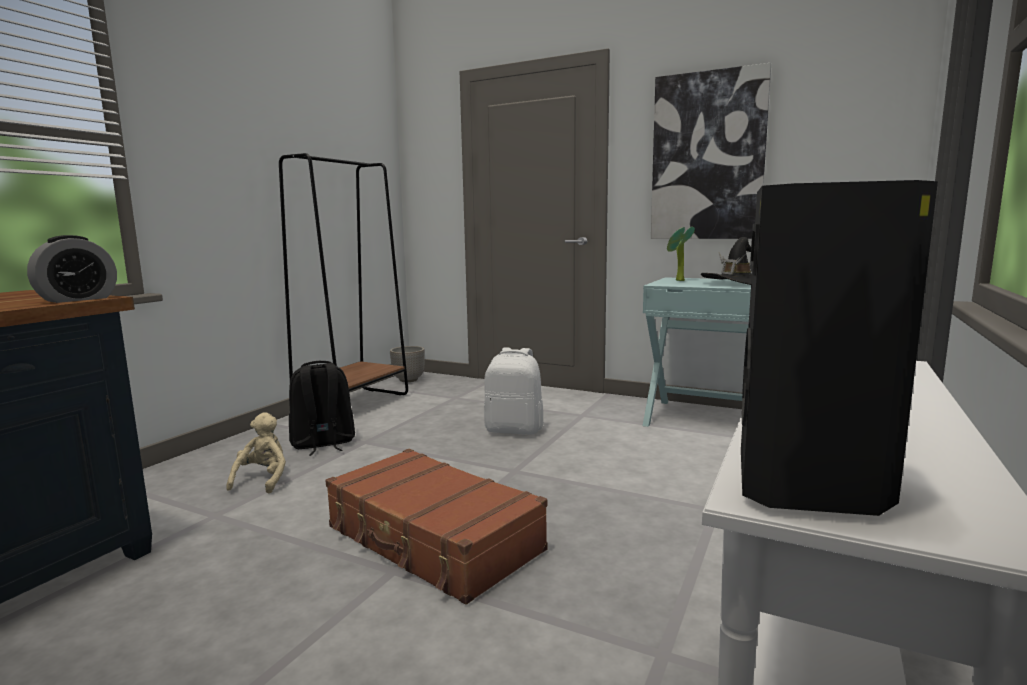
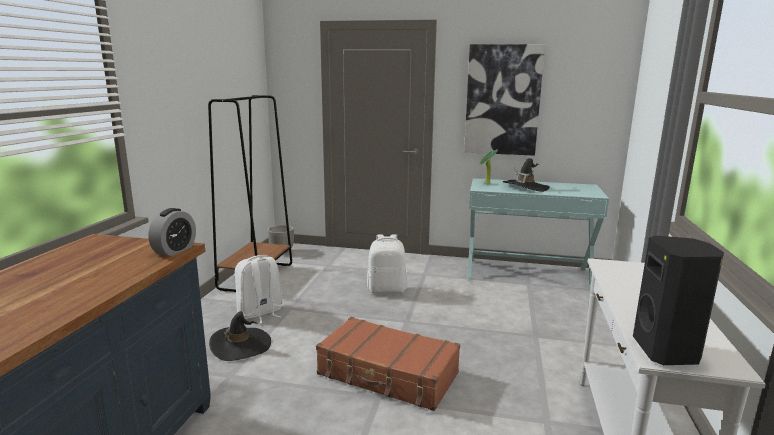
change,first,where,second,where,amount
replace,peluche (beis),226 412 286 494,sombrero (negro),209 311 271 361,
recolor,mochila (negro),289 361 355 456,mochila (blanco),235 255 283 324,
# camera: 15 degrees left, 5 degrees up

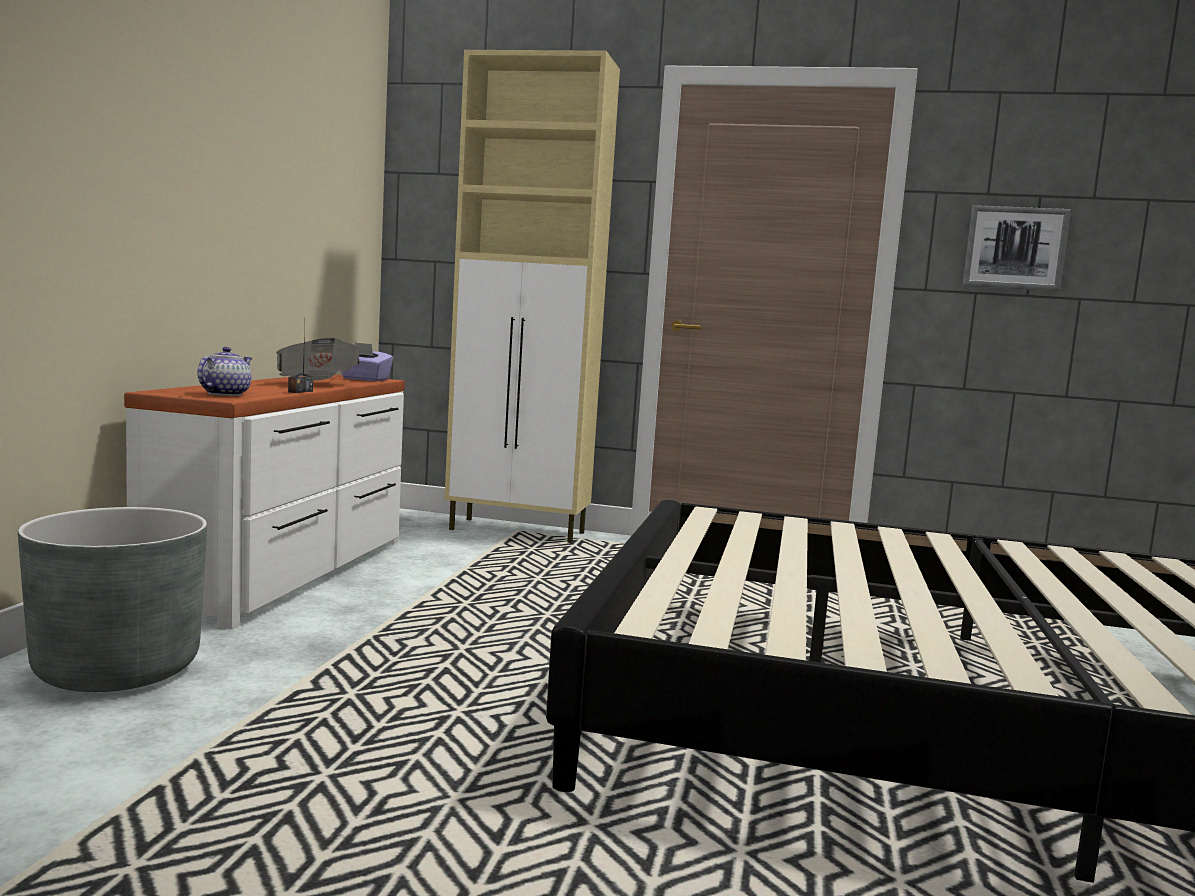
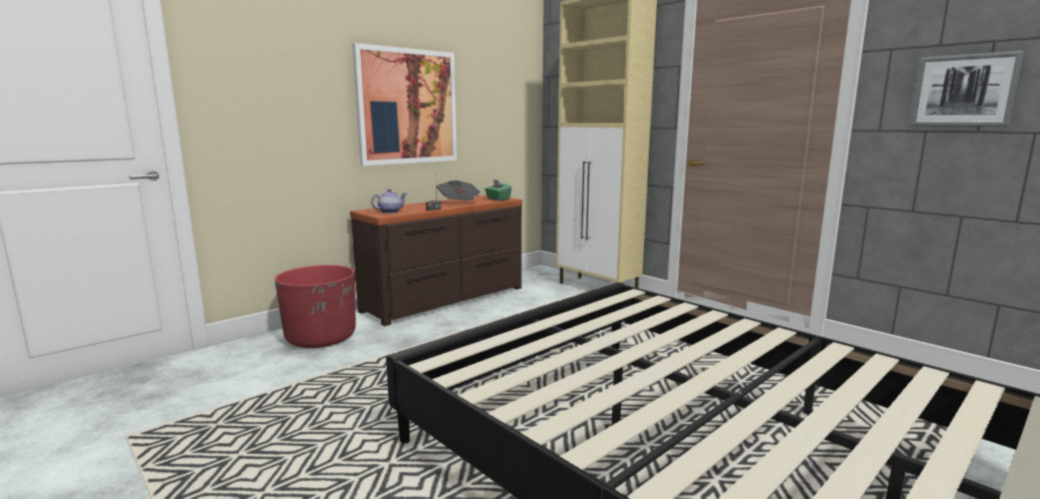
change,first,where,second,where,amount
recolor,maceta (gris),18 507 207 692,maceta (rojo),275 265 356 348,
recolor,cómoda (blanco),124 374 405 629,cómoda (marrón),350 195 522 326,
recolor,caja de pañuelos (morado),341 342 393 381,caja de pañuelos (verde),485 179 512 201,
insert,,,cuadro,352 43 457 166,
# camera: 35 degrees right, 5 degrees up

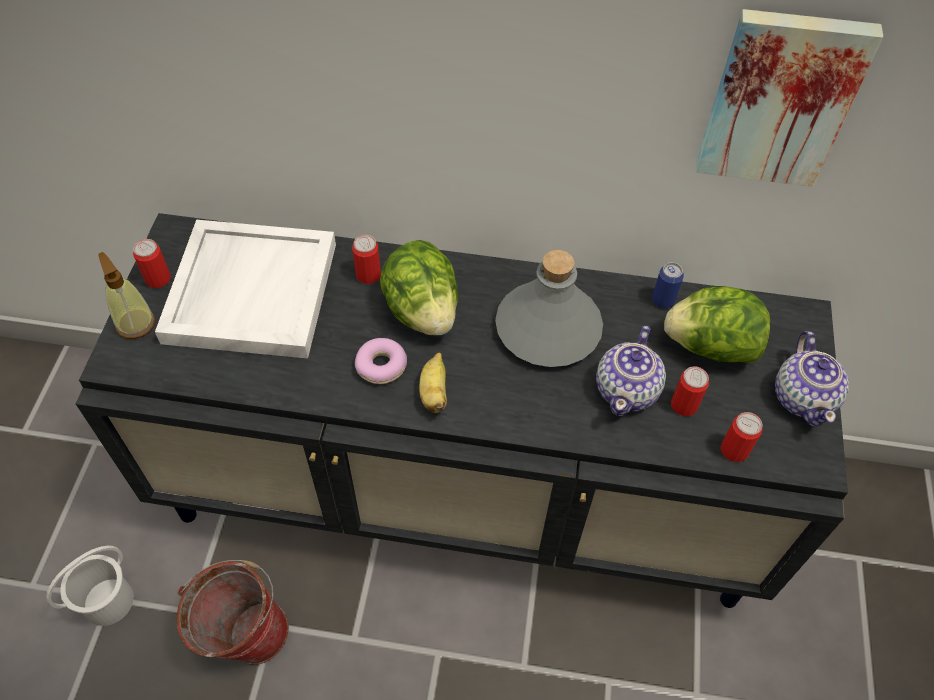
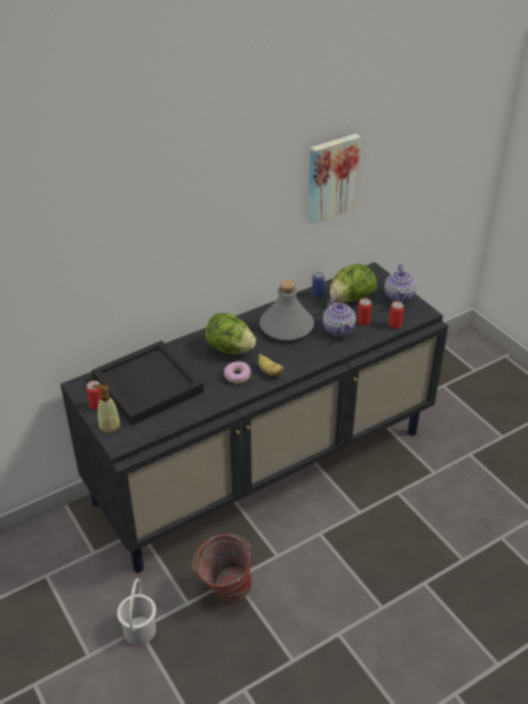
change,first,where,second,where,amount
recolor,bandeja (blanco),155 220 336 359,bandeja (negro),91 340 204 425,
delete,lata,352 235 381 284,,,
rotate,tetera,775 331 849 427,,384 265 416 302,45 degrees clockwise
# camera: 40 degrees left, 15 degrees down

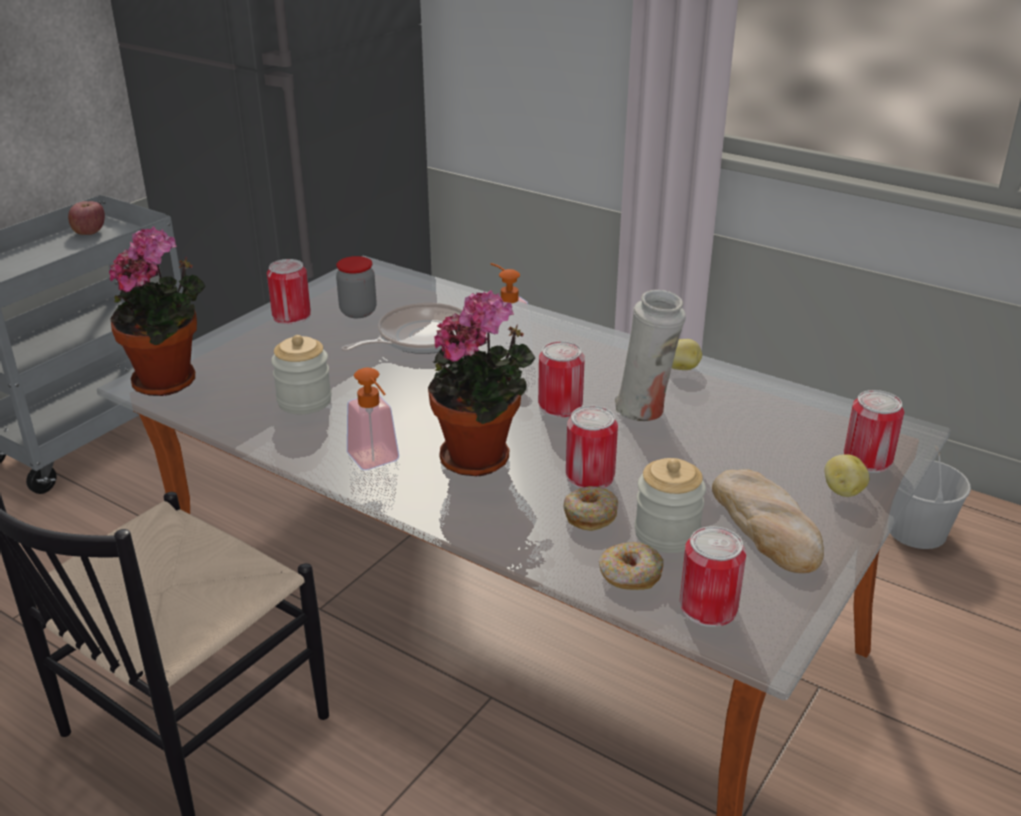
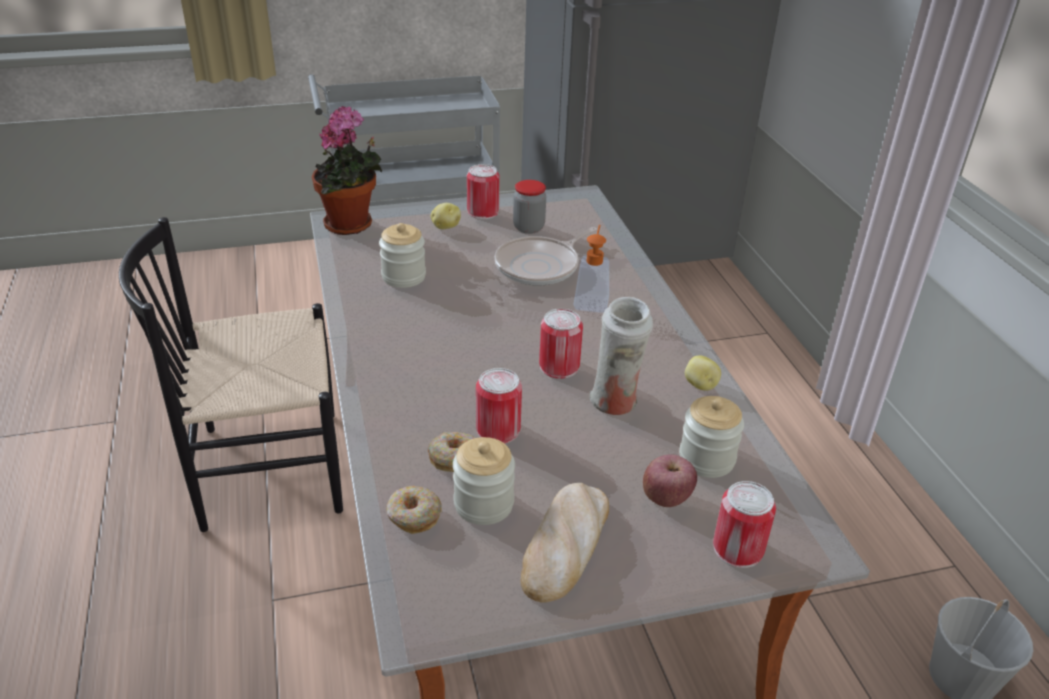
change,first,where,second,where,amount
move,manzana,68 201 105 235,,643 455 697 507,
rotate,sartén,341 303 467 354,,495 227 597 285,135 degrees clockwise
delete,dispensador de jabón,347 368 399 470,,,
delete,planta en maceta,428 290 535 476,,,
delete,lata,680 526 746 627,,,
move,patata,824 454 869 497,,431 203 461 229,
insert,,,tarro,679 396 744 478,
# camera: 40 degrees right, 5 degrees up

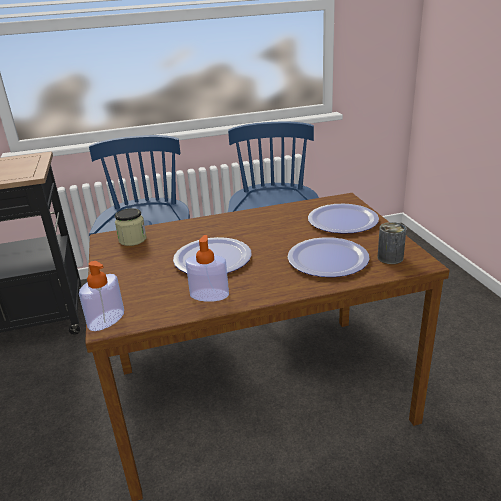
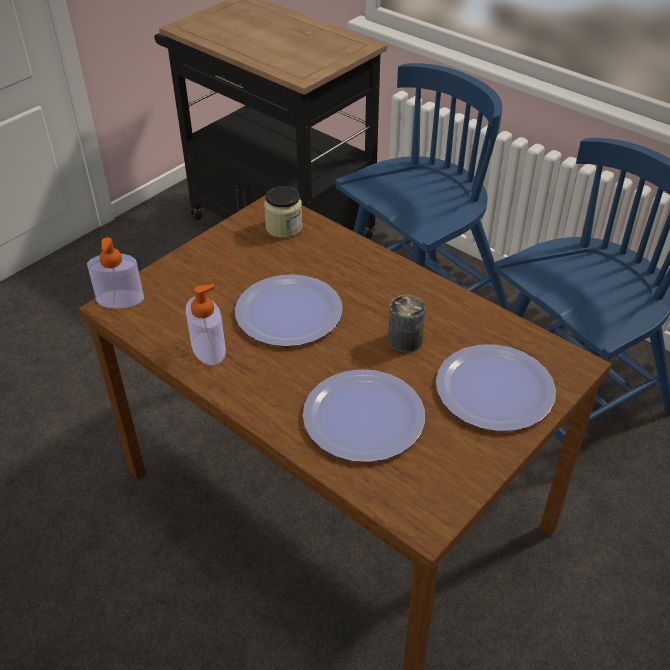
change,first,where,second,where,amount
move,lata,377 222 406 264,,388 295 426 353,
# camera: 55 degrees right, 15 degrees up

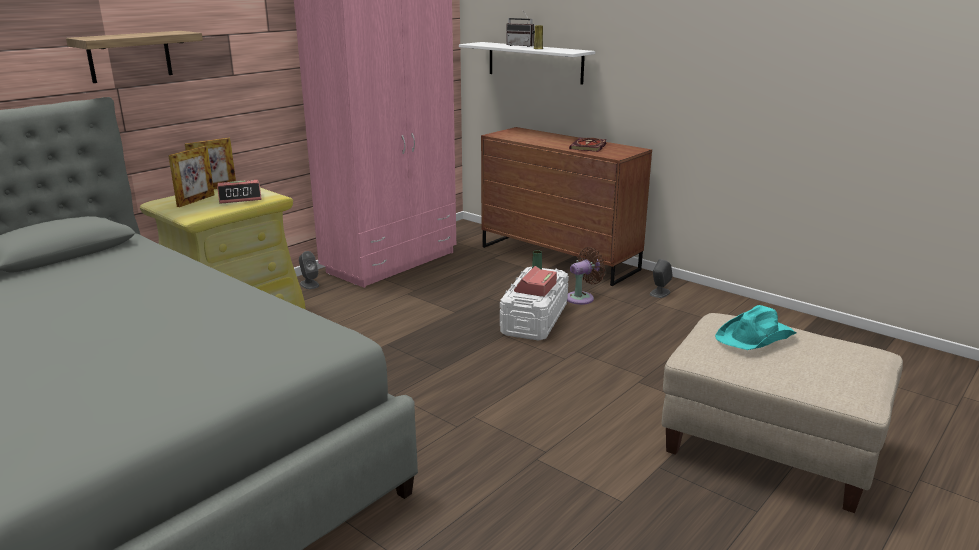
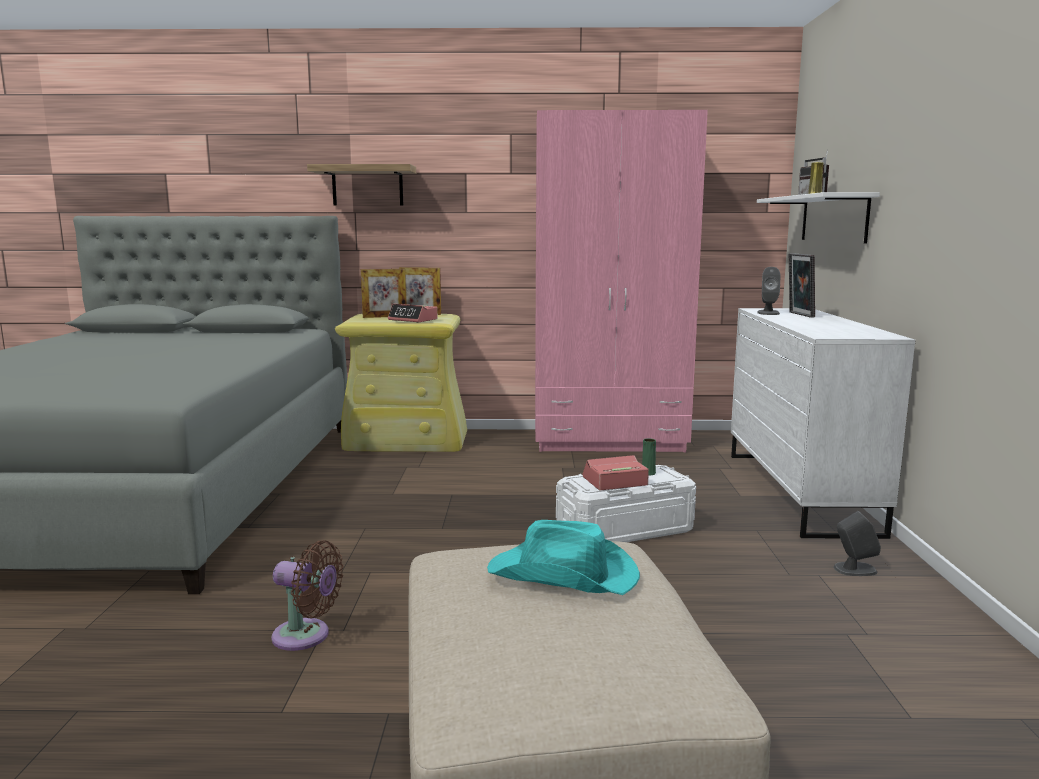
change,first,where,second,where,amount
move,altavoz (gris),299 251 319 289,,757 267 781 315,
recolor,cómoda (marrón),481 127 652 286,cómoda (blanco),731 308 915 539,
move,ventilador (marrón),567 247 606 305,,271 541 343 651,
delete,libro,569 137 607 152,,,
insert,,,portarretratos,789 253 815 318,
# camera: 50 degrees right, 10 degrees down

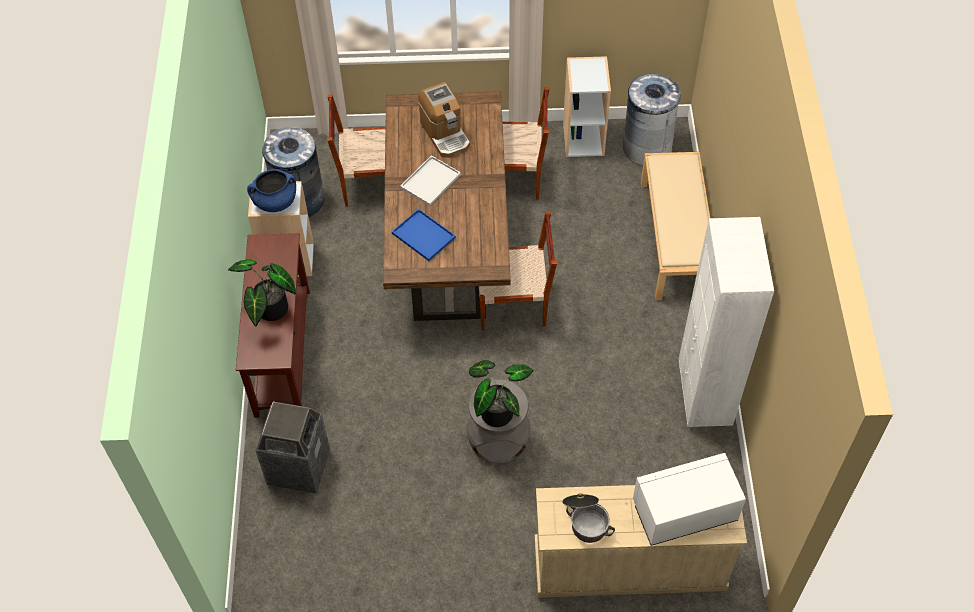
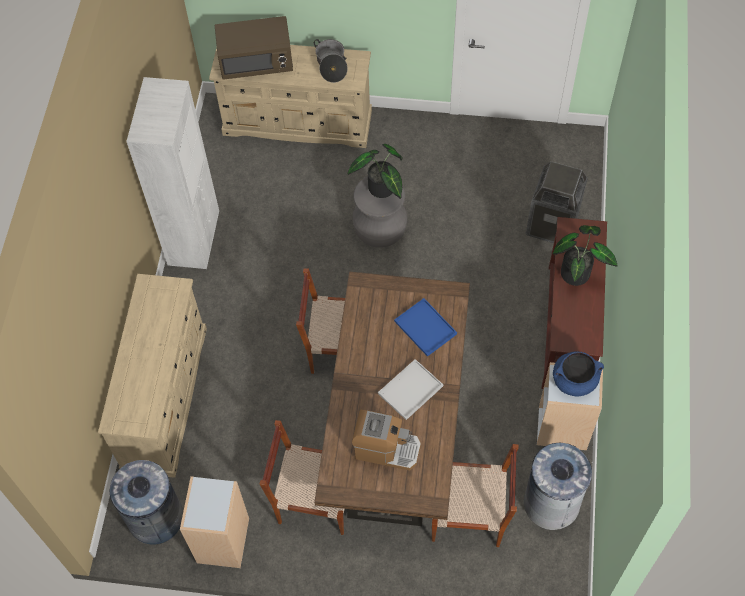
change,first,where,second,where,amount
rotate,cafetera,418 82 470 158,,352 410 421 471,120 degrees clockwise
recolor,microondas (blanco),633 453 746 546,microondas (marrón),215 16 293 80,
replace,banco (beis),641 152 710 300,cómoda (beis),98 274 207 478,
# camera: 170 degrees left, 5 degrees up

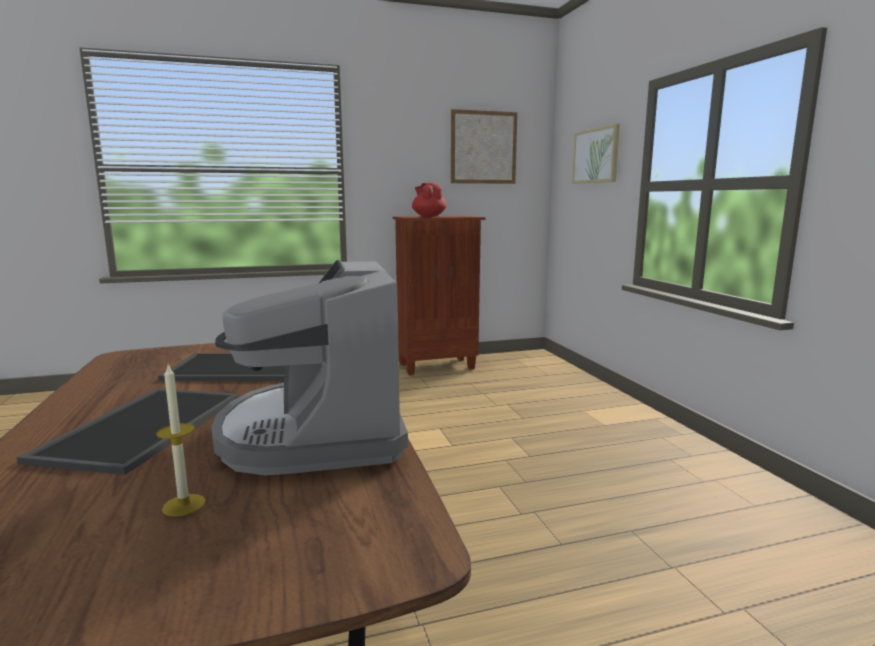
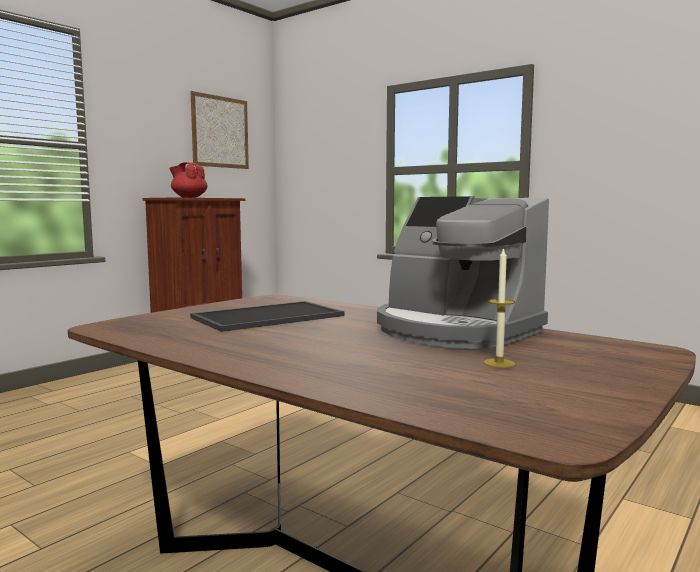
change,first,where,second,where,amount
delete,bandeja,17 389 238 475,,,
delete,cuadro,572 124 620 184,,,
# camera: 35 degrees left, 5 degrees down

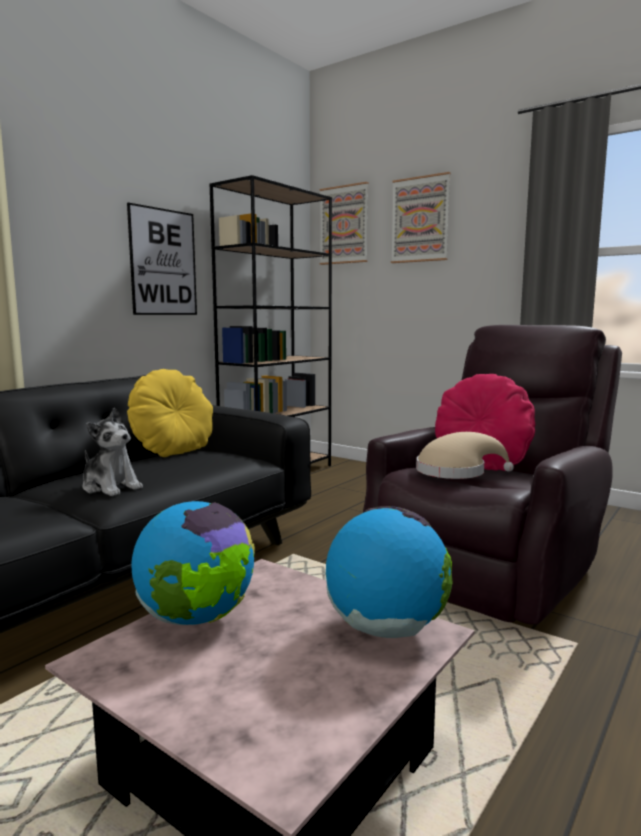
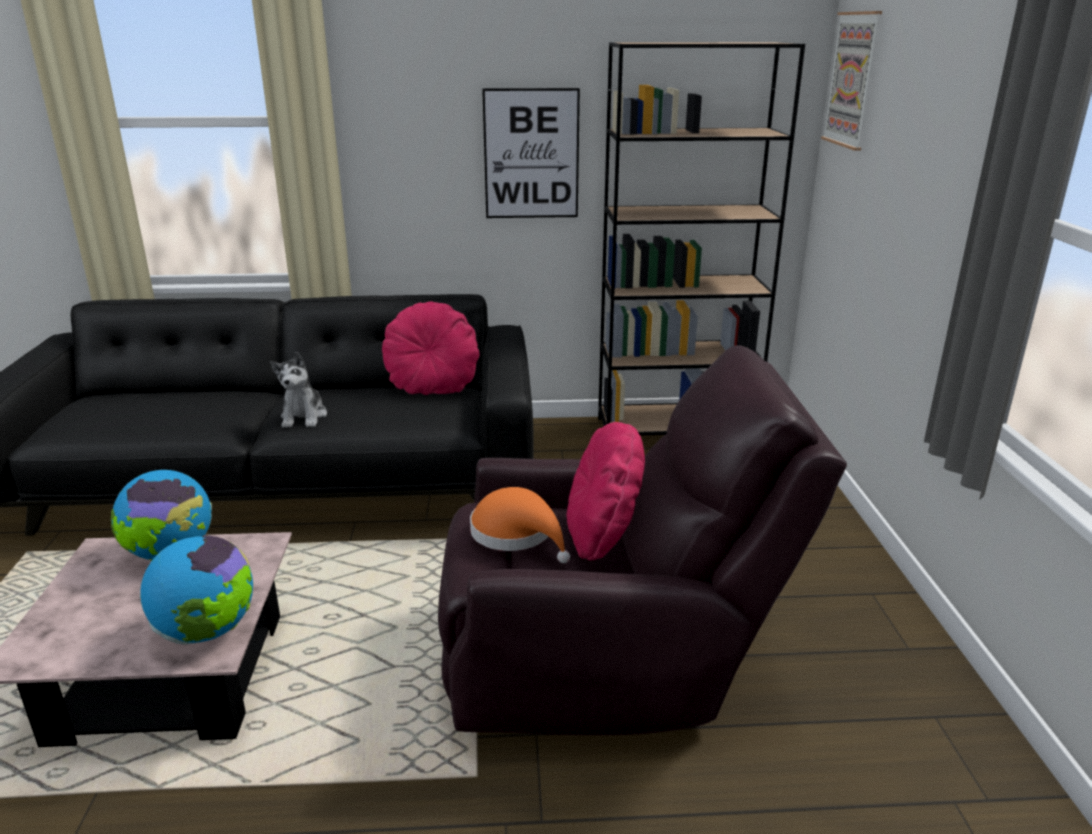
change,first,where,second,where,amount
recolor,cojín (amarillo),127 369 213 457,cojín (rosa),382 302 479 395,
delete,cuadro,391 172 451 263,,,
recolor,sombrero (beis),416 432 514 479,sombrero (naranja),470 487 570 563,
# camera: 50 degrees right, 15 degrees up

